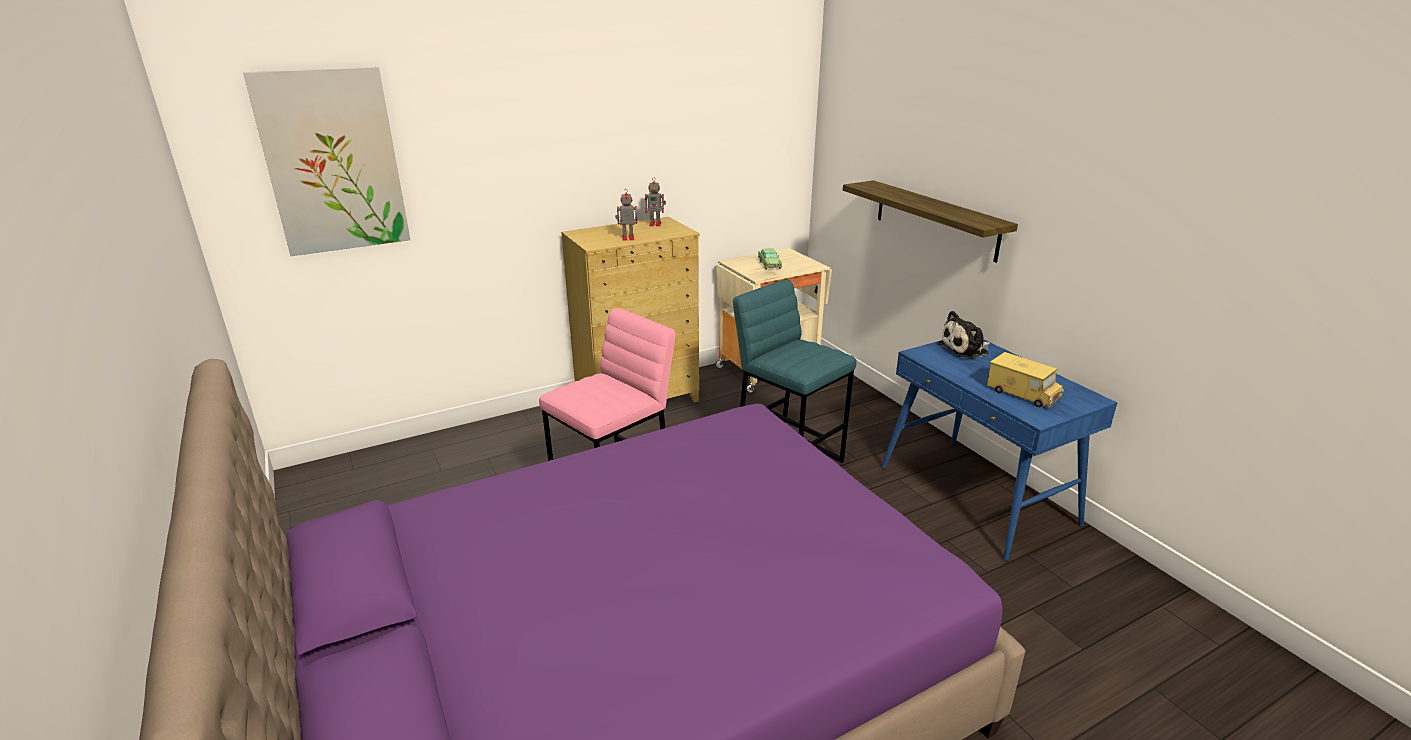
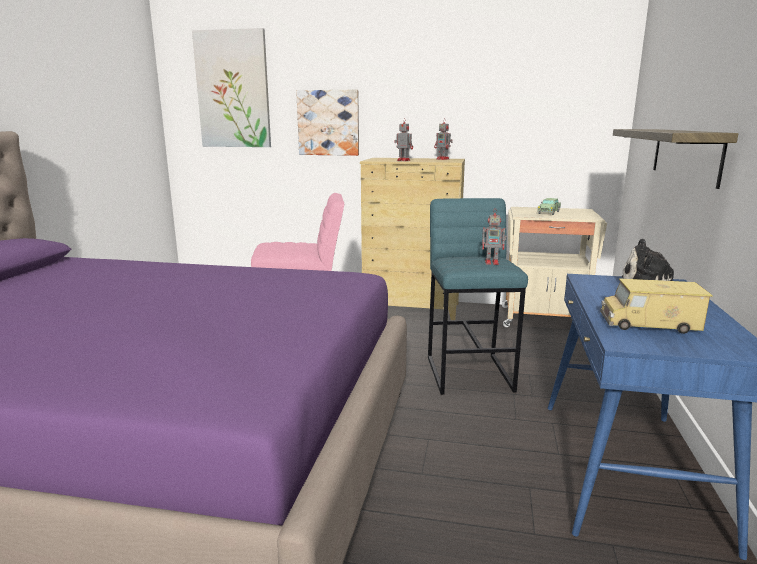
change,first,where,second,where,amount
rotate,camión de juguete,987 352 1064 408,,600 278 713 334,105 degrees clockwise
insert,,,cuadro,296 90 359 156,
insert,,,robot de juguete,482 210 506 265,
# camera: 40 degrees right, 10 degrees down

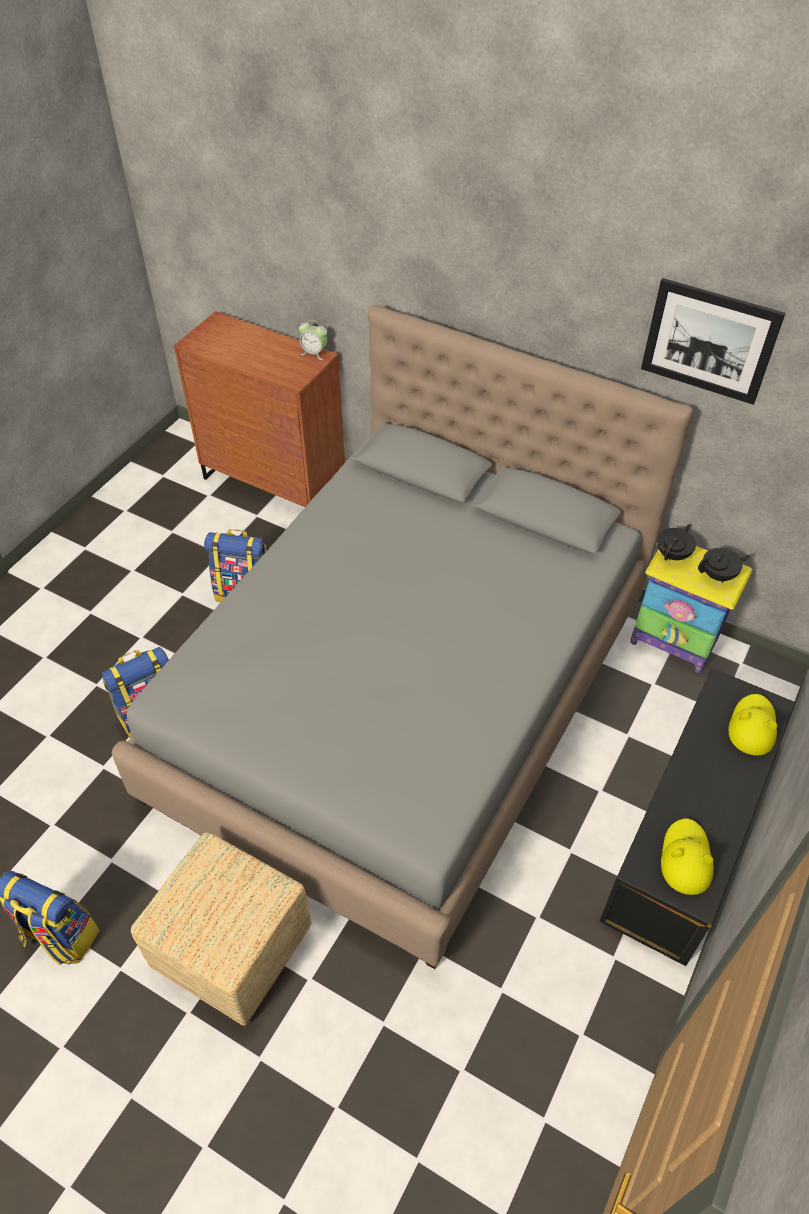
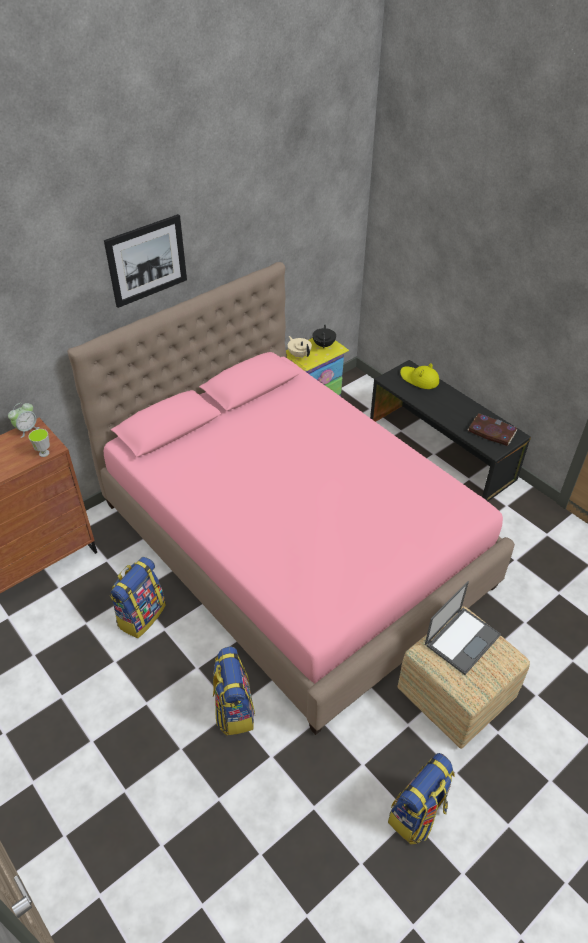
change,first,where,second,where,amount
recolor,cama (gris),112 305 693 969,cama (rosa),67 262 515 735,
move,cuadro,641 278 785 405,,104 214 187 308,
recolor,tetera (negro),658 524 696 561,tetera (beis),288 336 312 358,
replace,sombrero (amarillo),661 819 714 895,libro,468 413 518 446,
insert,,,taza,28 429 50 457,
insert,,,portátil,425 581 501 675,
# camera: 70 degrees left, 5 degrees down

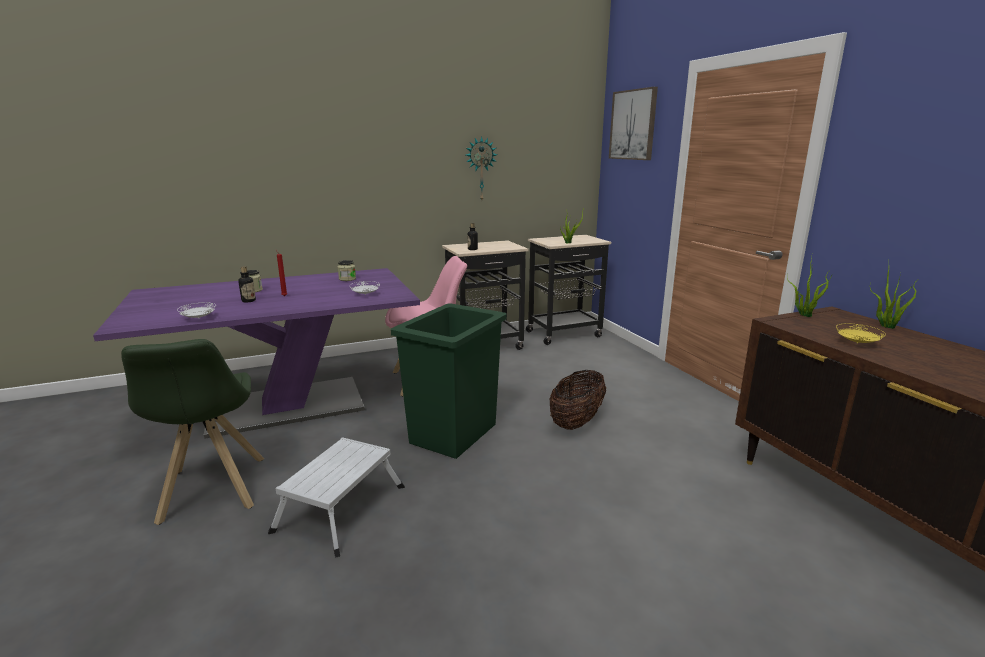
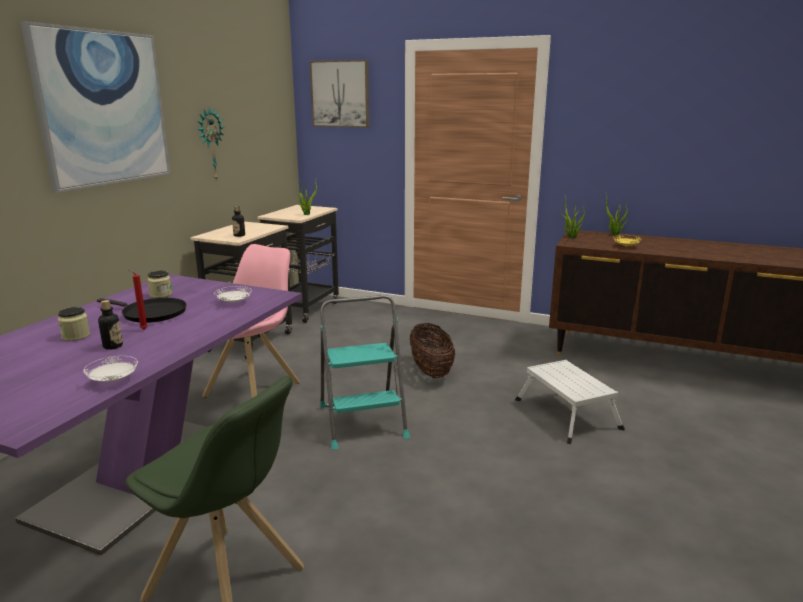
change,first,where,second,where,amount
move,escalera de tijera (blanco),268 437 405 558,,515 360 625 444,
replace,papelera (verde),391 303 507 459,escalera de tijera (turquesa),320 295 410 450,
insert,,,cuadro,20 21 171 193,
insert,,,sartén (negro),97 298 187 323,
# camera: 45 degrees left, 0 degrees up

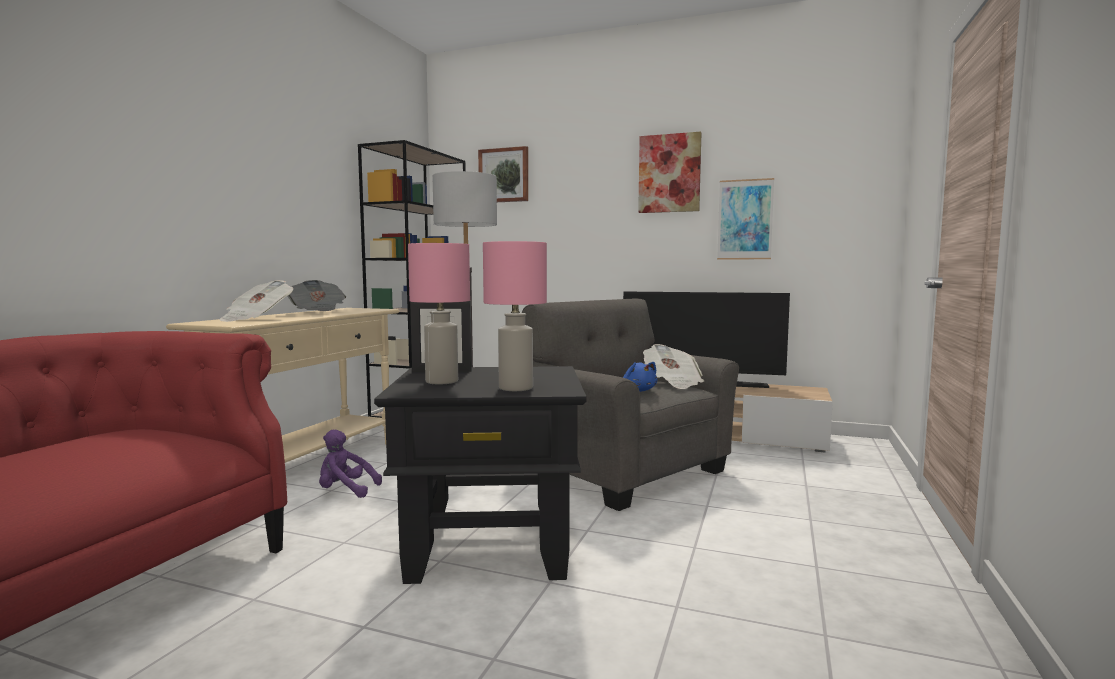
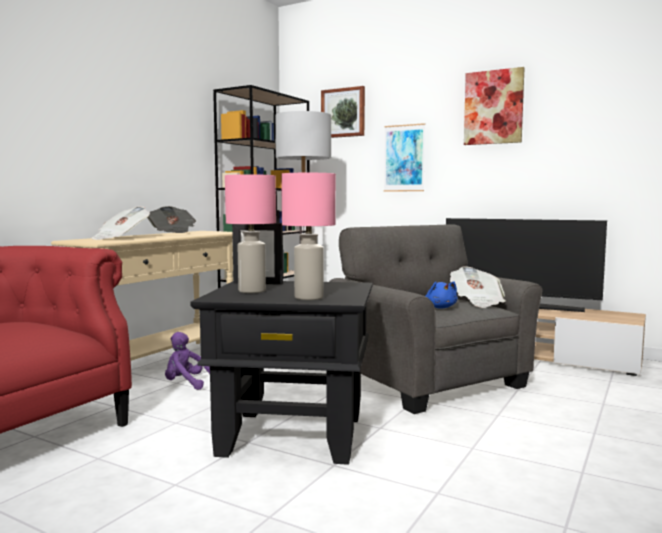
change,first,where,second,where,amount
move,cuadro,717 178 774 260,,384 123 425 192,
# camera: 10 degrees right, 0 degrees up

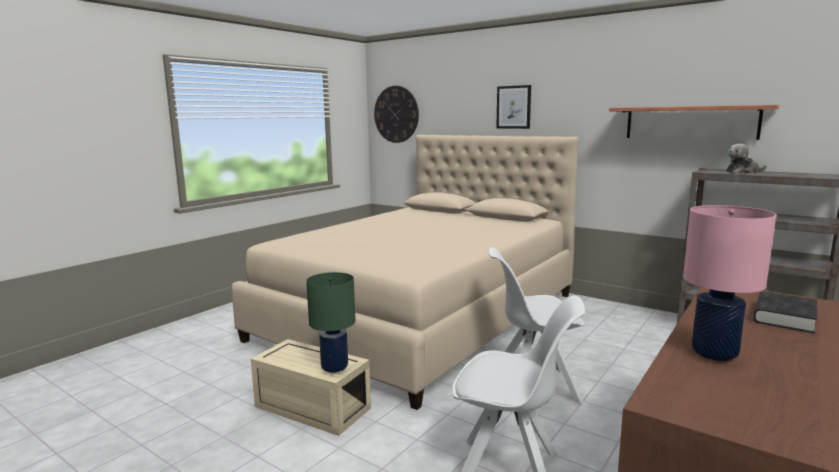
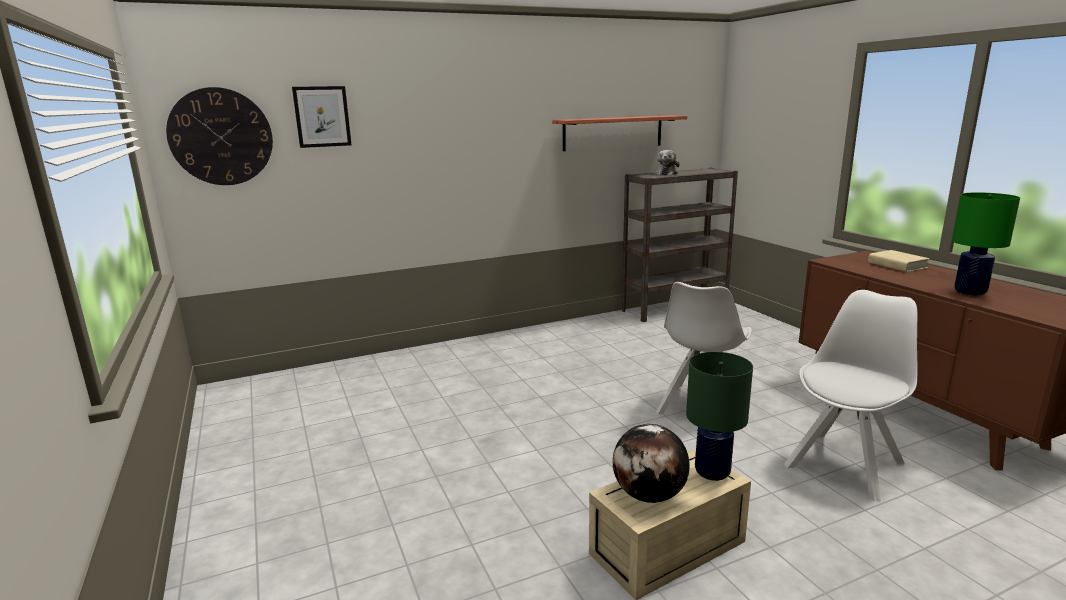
change,first,where,second,where,amount
delete,cama (beis),232 135 579 410,,,
move,cuadro,496 85 531 129,,292 86 351 148,
recolor,lámpara de mesa (rosa),683 205 776 361,lámpara de mesa (verde),952 192 1020 295,
recolor,libro (negro),753 291 817 333,libro (beis),868 250 930 272,
insert,,,globo terráqueo,613 424 690 503,
# camera: 60 degrees left, 5 degrees up

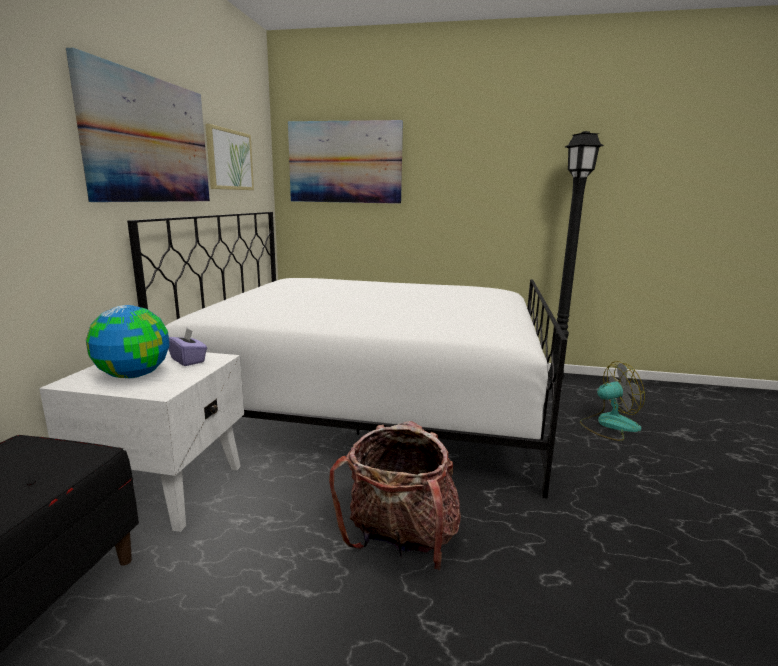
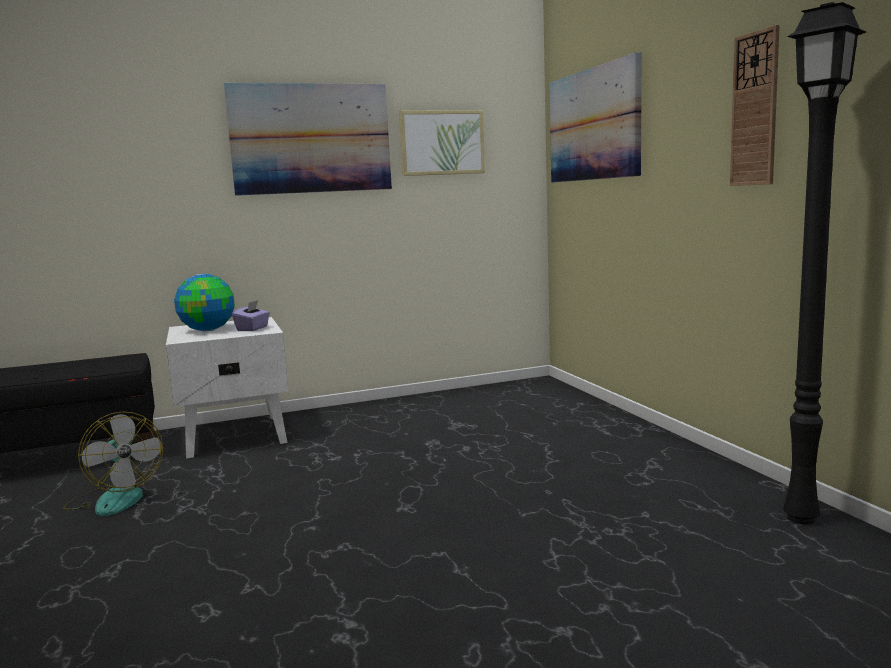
change,first,where,second,where,amount
delete,cama (blanco),127 212 567 498,,,
delete,mochila,329 421 461 571,,,
move,ventilador,580 361 645 441,,63 412 163 516,
insert,,,reloj de pared,730 25 780 186,
# camera: 60 degrees right, 5 degrees down

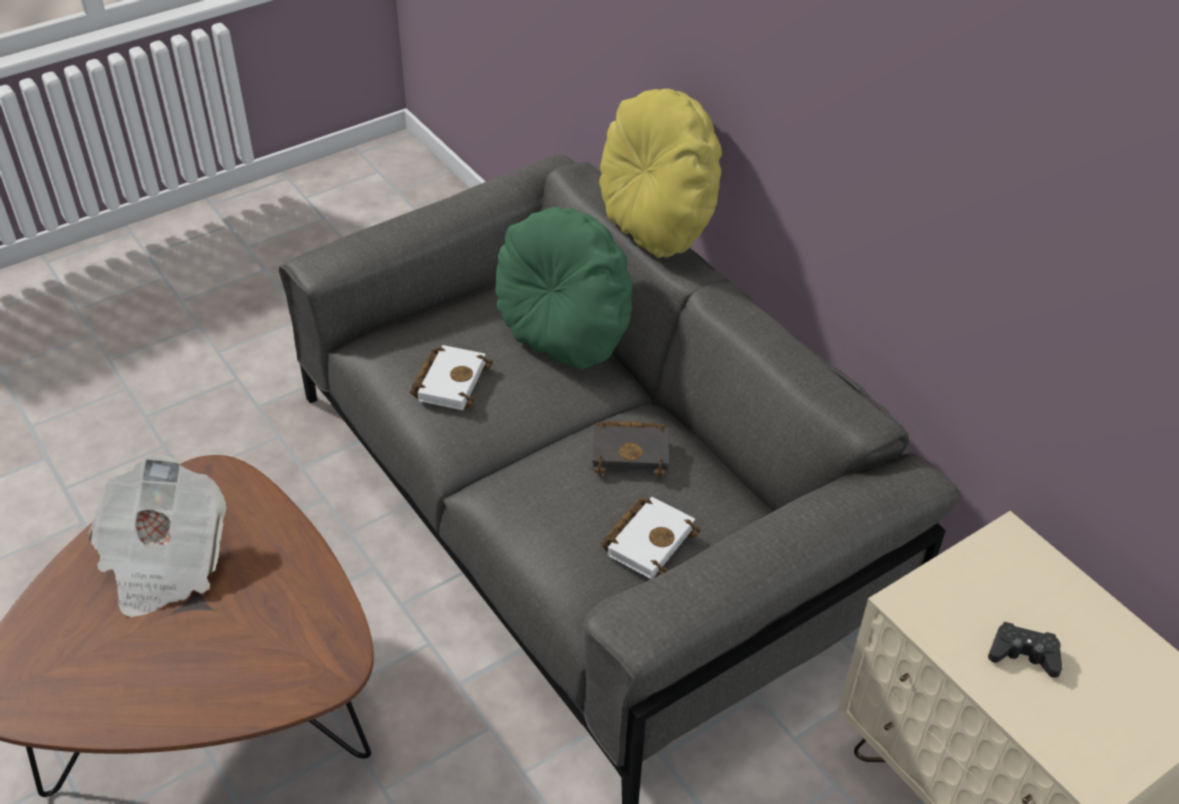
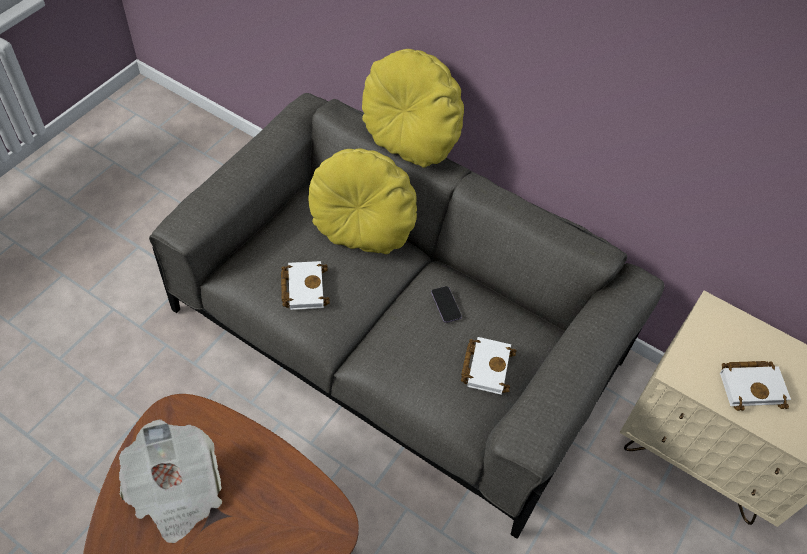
change,first,where,second,where,amount
recolor,cojín (verde),496 207 632 370,cojín (amarillo),308 149 417 254,
replace,libro (negro),591 421 669 476,móvil,431 286 462 323,
replace,mando de consola (negro),988 622 1062 678,libro (blanco),720 361 791 411,
# camera: 25 degrees left, 10 degrees up

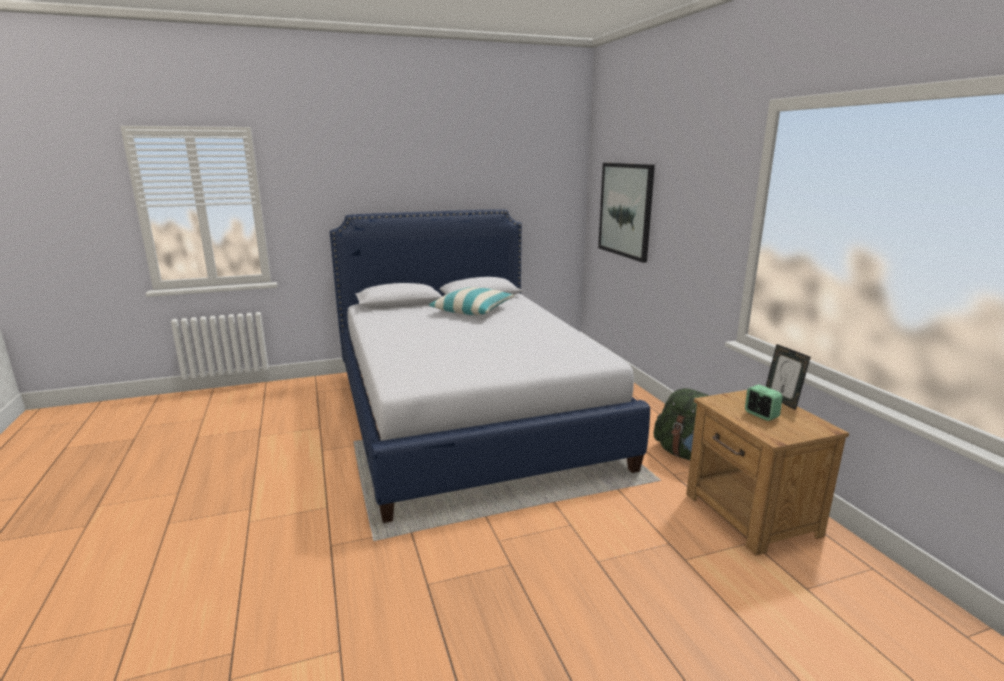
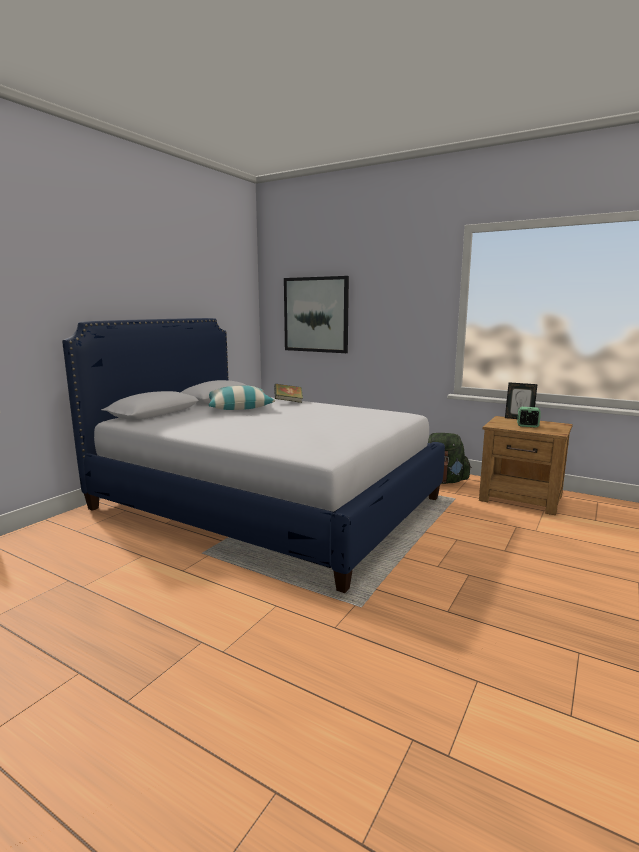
change,first,where,second,where,amount
insert,,,libro,274 384 303 403,
# camera: 40 degrees left, 5 degrees down

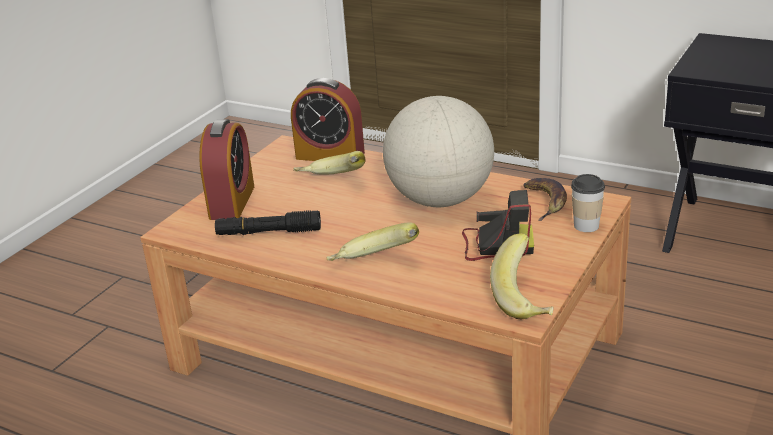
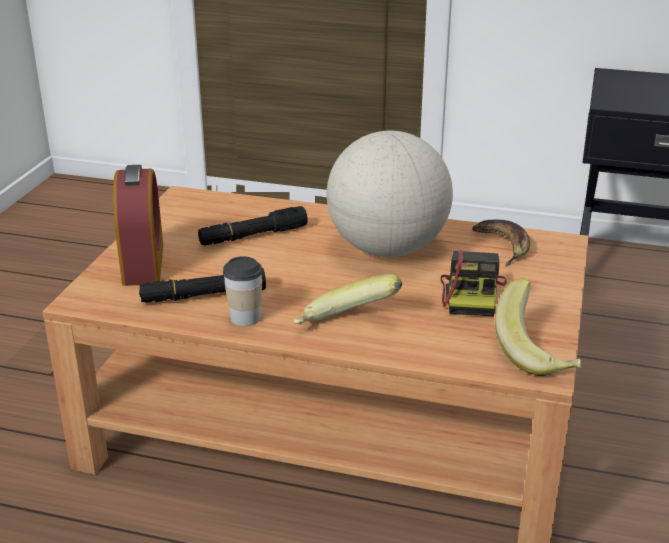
change,first,where,second,where,amount
delete,despertador,291 78 365 161,,,
replace,plátano,293 151 365 174,linterna (negro),198 206 308 246,
rotate,cámara,462 190 534 261,,441 250 507 316,105 degrees clockwise
move,taza,571 174 605 232,,223 256 263 326,
# camera: 15 degrees left, 0 degrees up

